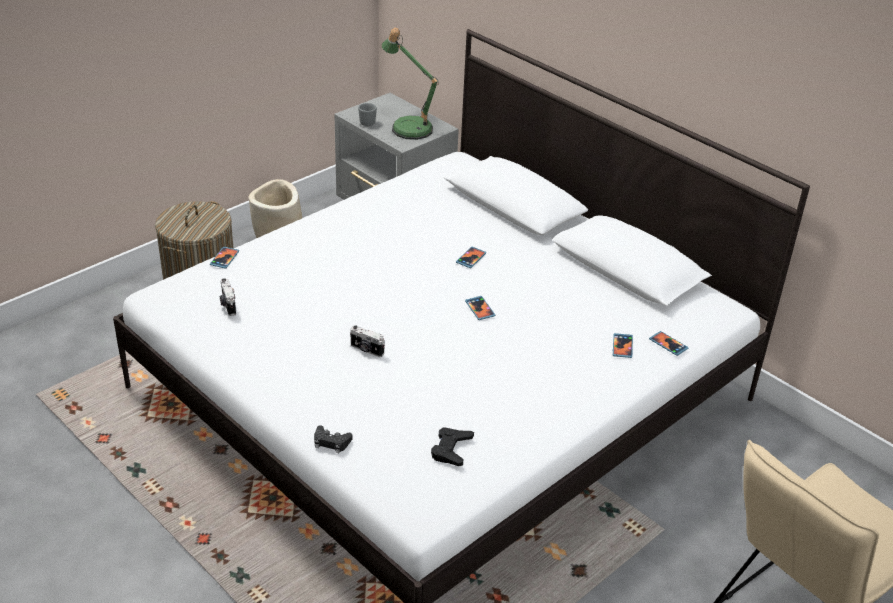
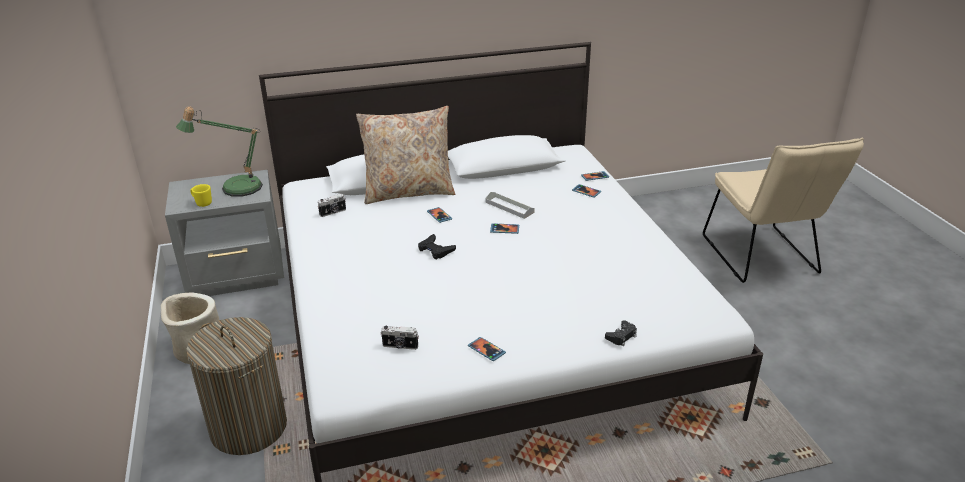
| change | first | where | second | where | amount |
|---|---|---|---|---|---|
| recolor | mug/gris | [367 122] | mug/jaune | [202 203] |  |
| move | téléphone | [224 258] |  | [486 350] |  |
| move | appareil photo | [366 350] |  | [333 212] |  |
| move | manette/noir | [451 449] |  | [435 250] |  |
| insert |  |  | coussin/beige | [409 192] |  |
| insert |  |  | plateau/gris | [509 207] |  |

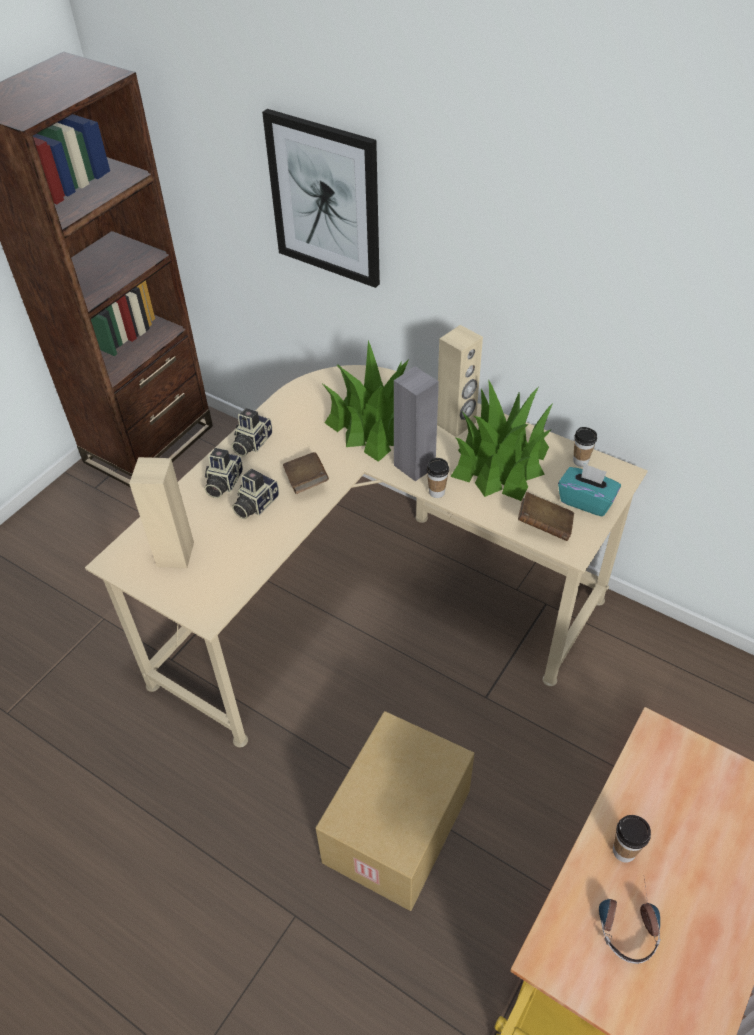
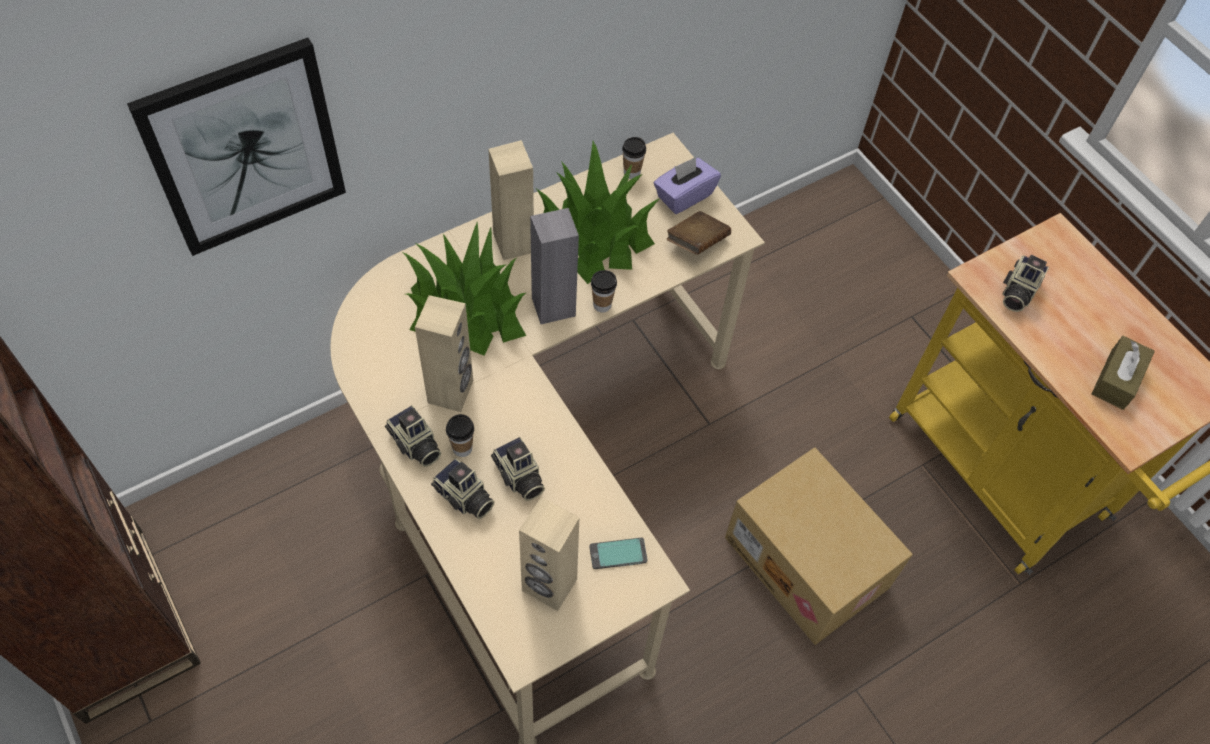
| change | first | where | second | where | amount |
|---|---|---|---|---|---|
| delete | livre/marron | [306 482] |  |  |  |
| recolor | boîte à mouchoirs/turquoise | [586 501] | boîte à mouchoirs/violet | [684 195] |  |
| move | tasse | [624 851] |  | [462 448] |  |
| replace | casque audio | [627 920] | boîte à mouchoirs/marron | [1117 379] |  |
| insert |  |  | appareil photo | [1017 292] |  |
| insert |  |  | enceinte/beige | [451 392] |  |
| insert |  |  | téléphone | [618 554] |  |

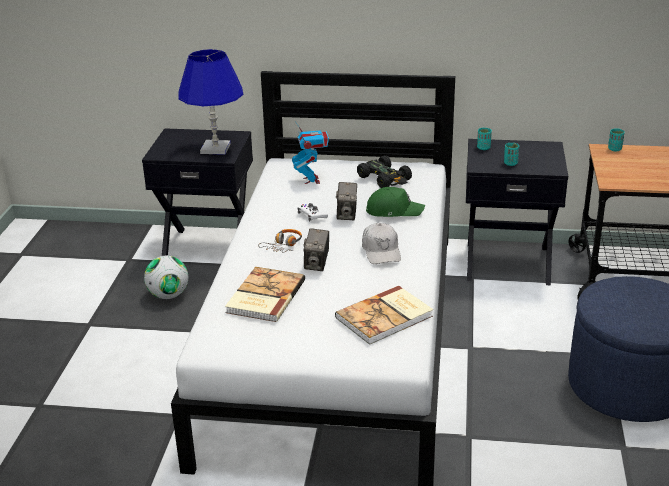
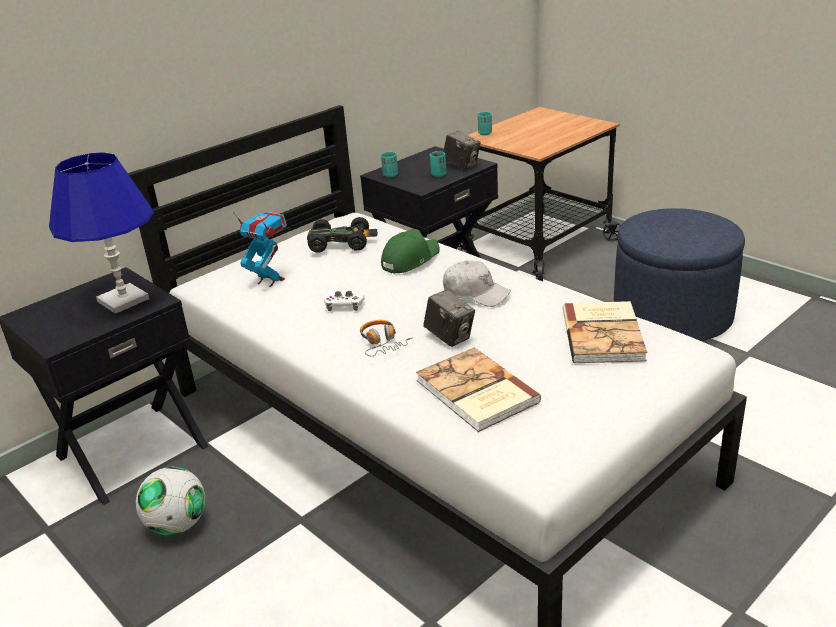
| change | first | where | second | where | amount |
|---|---|---|---|---|---|
| move | appareil photo | [347 215] |  | [462 165] |  |

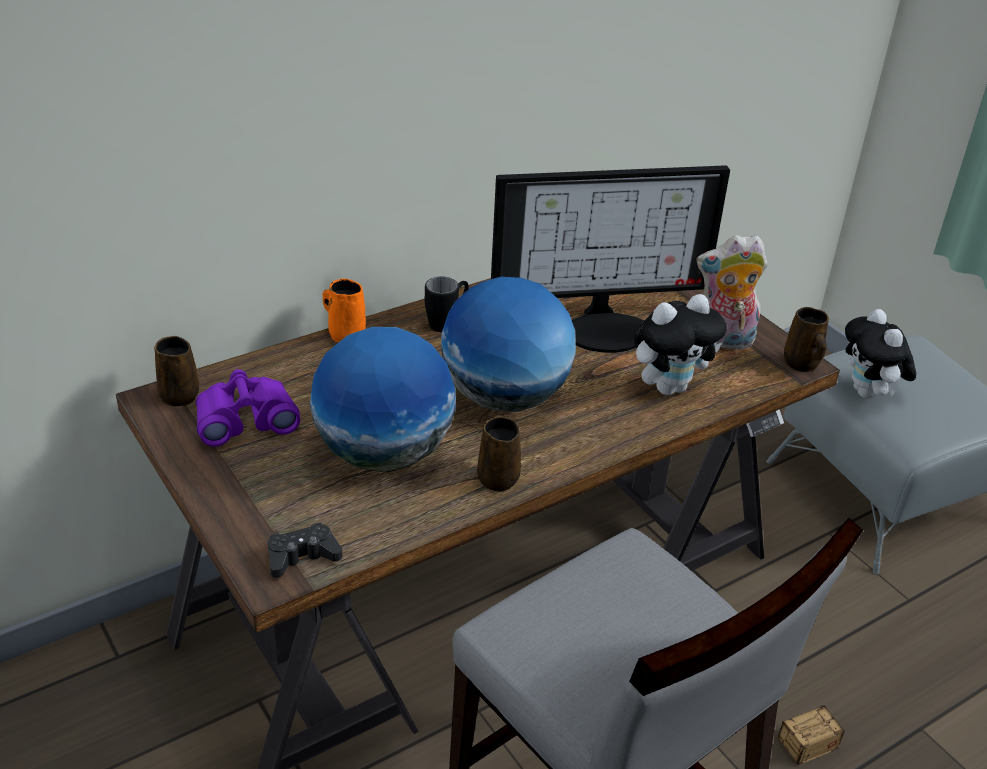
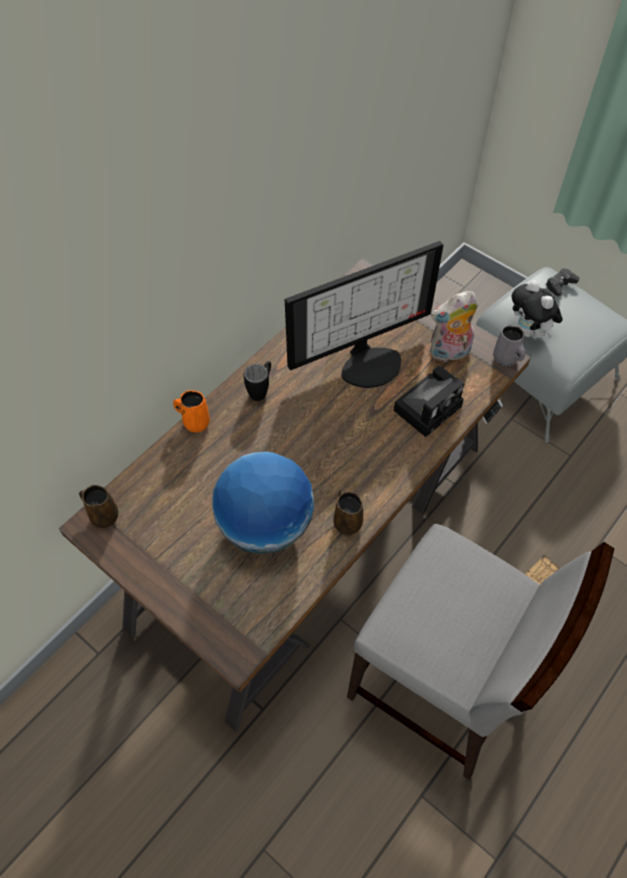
| change | first | where | second | where | amount |
|---|---|---|---|---|---|
| delete | globe | [504 398] |  |  |  |
| replace | peluche | [669 387] | appareil photo | [429 406] |  |
| recolor | mug/marron | [802 364] | mug/gris | [506 359] |  |
| delete | jumelles/violet | [245 419] |  |  |  |
| move | manette/noir | [302 556] |  | [560 285] |  |

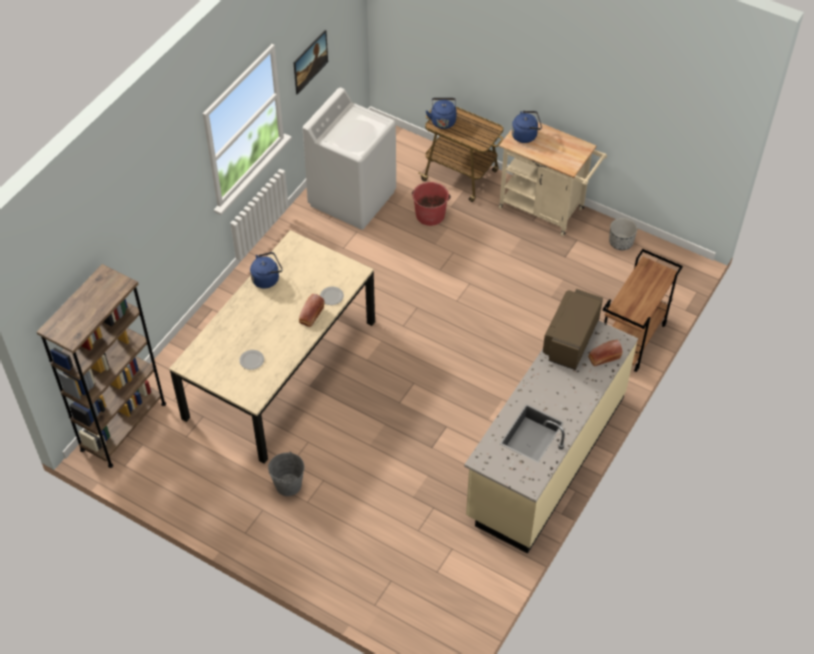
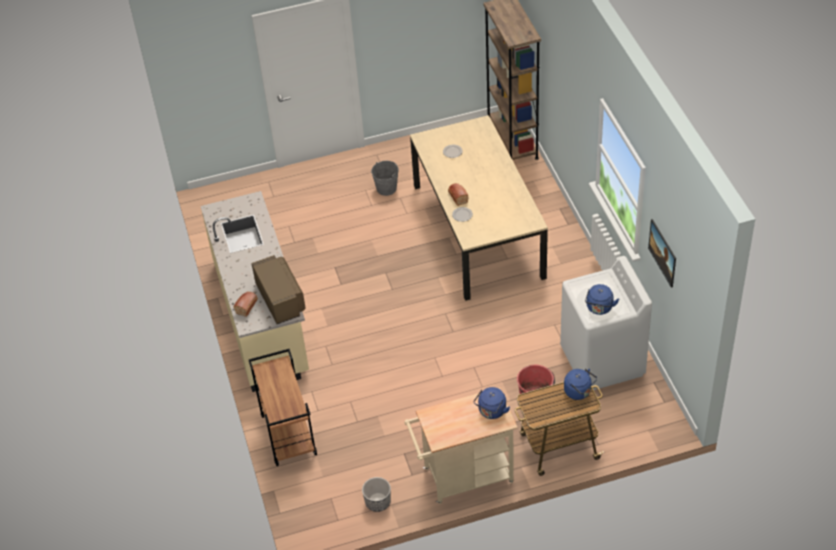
| change | first | where | second | where | amount |
|---|---|---|---|---|---|
| move | bouilloire/bleu | [267 279] |  | [599 308] |  |

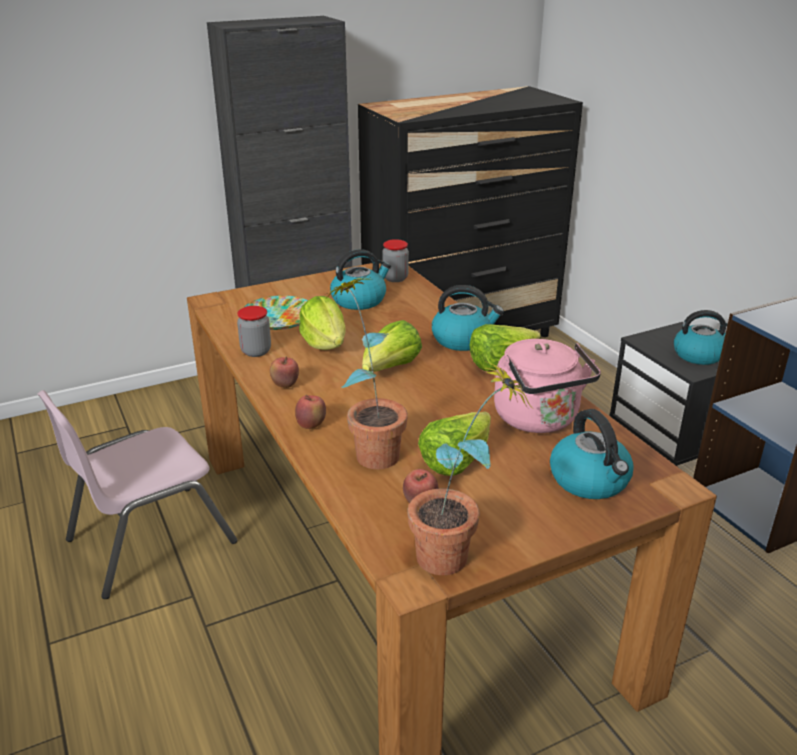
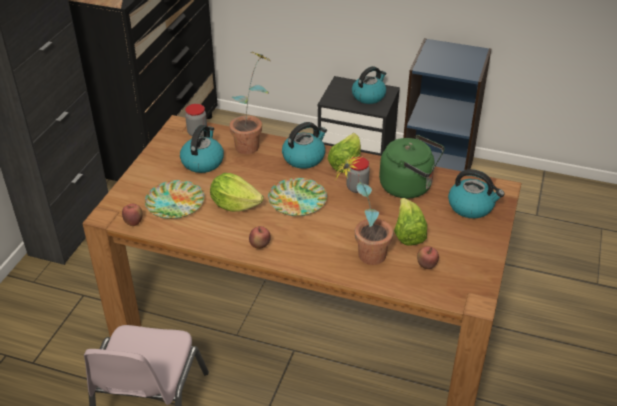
| change | first | where | second | where | amount |
|---|---|---|---|---|---|
| move | bocal | [256 351] |  | [357 188] |  |
| replace | laitue | [390 369] | assiette | [297 200] |  |
| recolor | bouilloire/rose | [539 420] | bouilloire/vert | [409 187] |  |
| move | plante en pot | [458 557] |  | [252 143] |  |
| move | pomme | [311 426] |  | [134 222] |  |

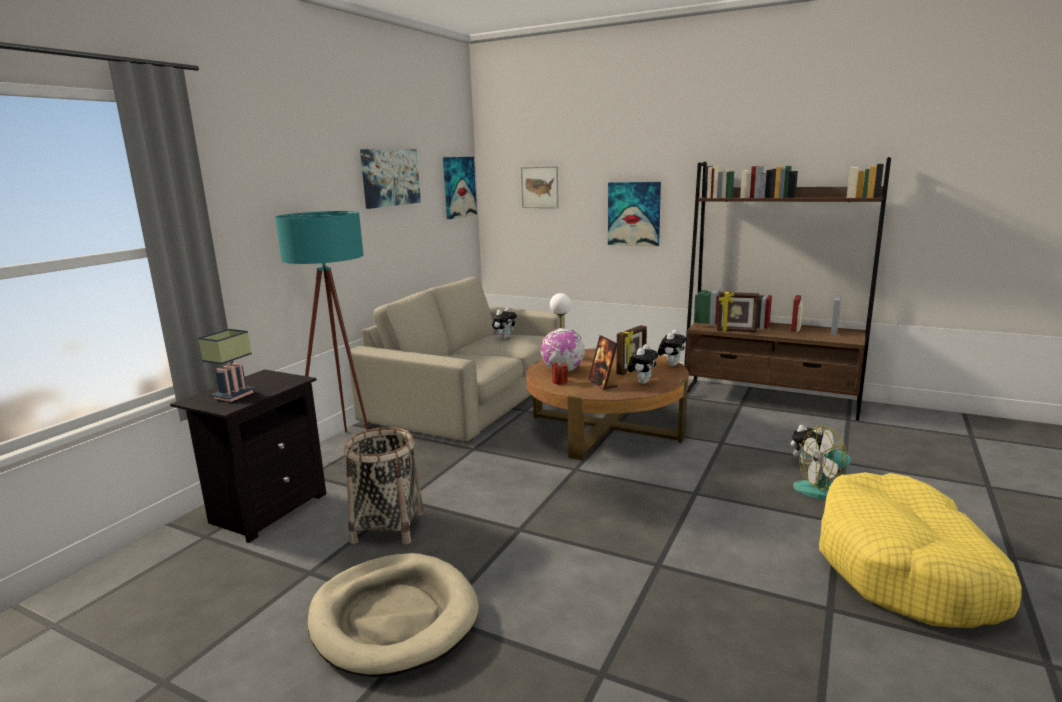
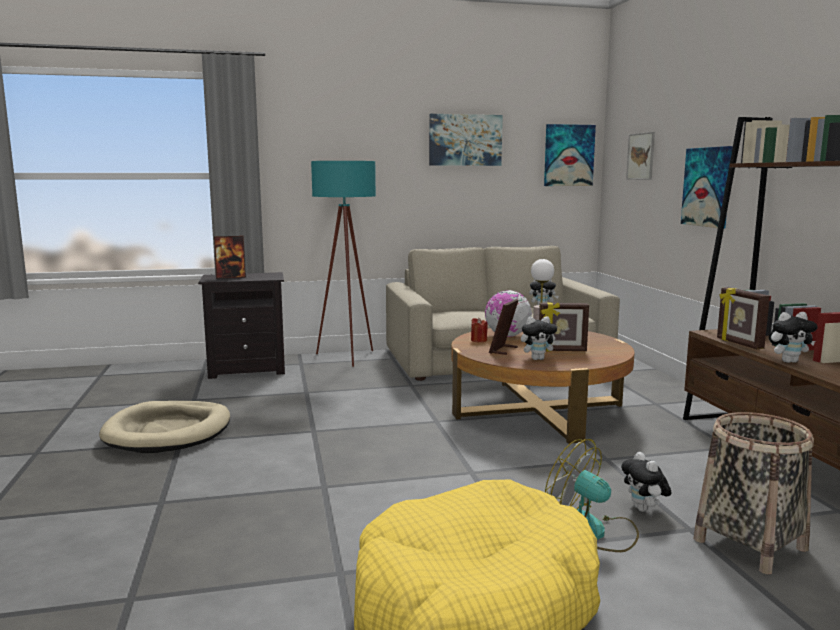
| change | first | where | second | where | amount |
|---|---|---|---|---|---|
| replace | lampe de table | [234 395] | cadre photo | [231 277] |  |
| move | peluche | [671 365] |  | [789 361] |  |
| move | panier | [388 527] |  | [750 544] |  |

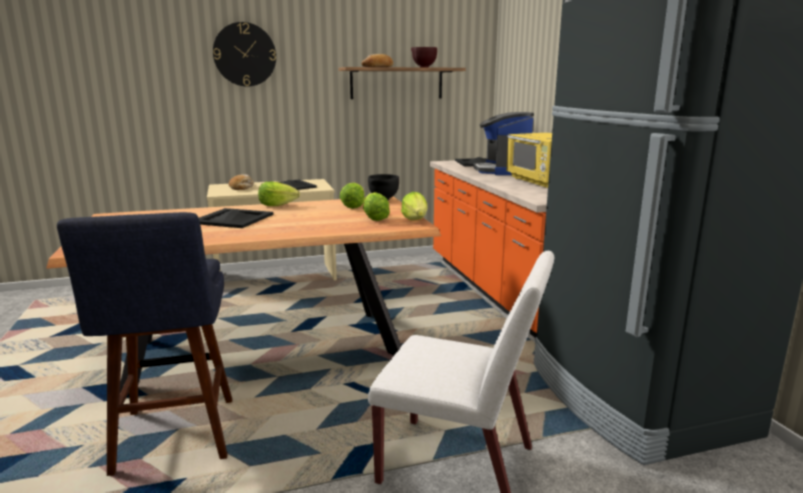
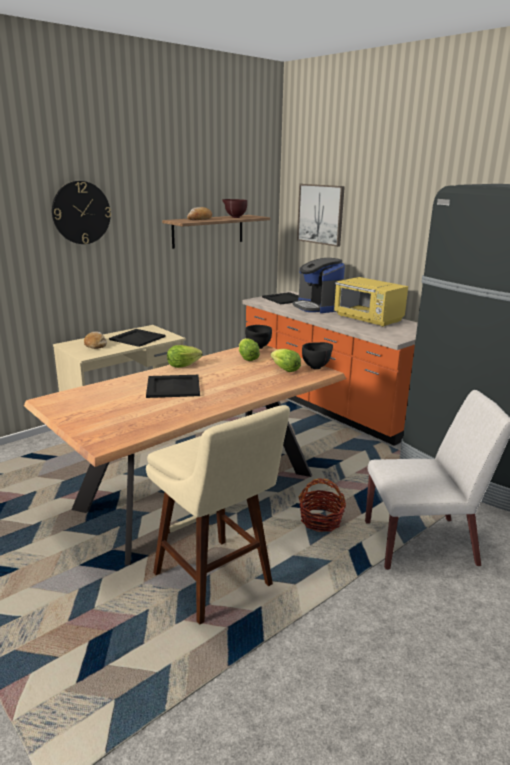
| change | first | where | second | where | amount |
|---|---|---|---|---|---|
| replace | laitue | [415 220] | bol/noir | [317 367] |  |
| recolor | tabouret/bleu | [174 441] | tabouret/beige | [216 584] |  |
| insert |  |  | tableau | [320 214] |  |
| insert |  |  | panier | [321 521] |  |

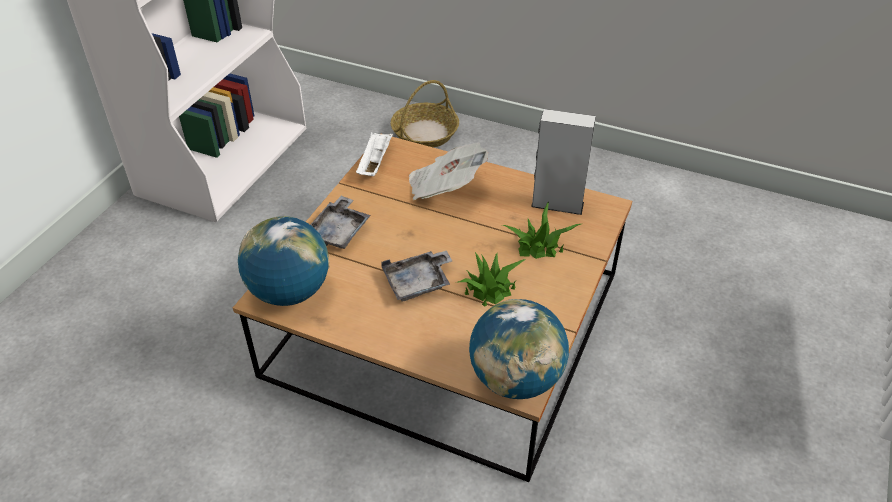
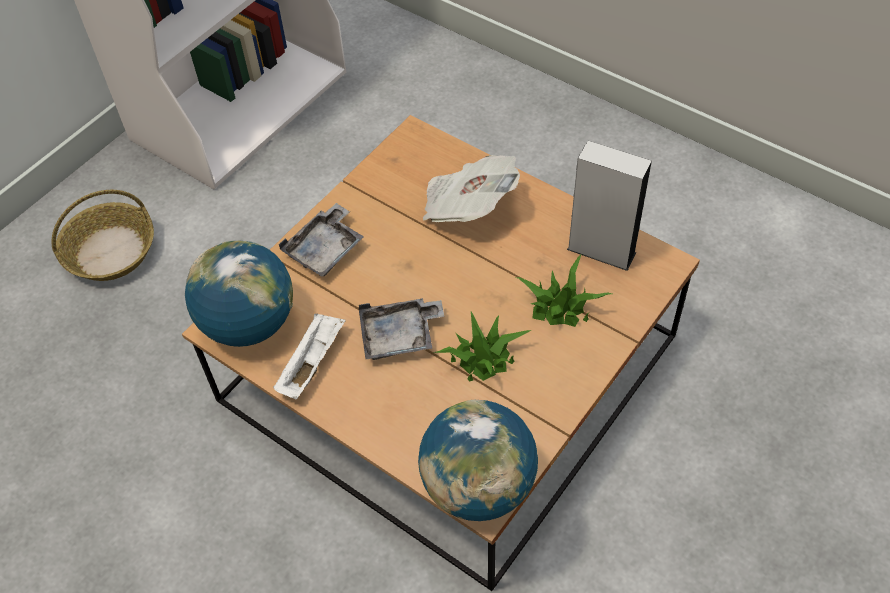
| change | first | where | second | where | amount |
|---|---|---|---|---|---|
| move | panier | [425 133] |  | [111 251] |  |
| move | plateau/blanc | [375 163] |  | [312 363] |  |

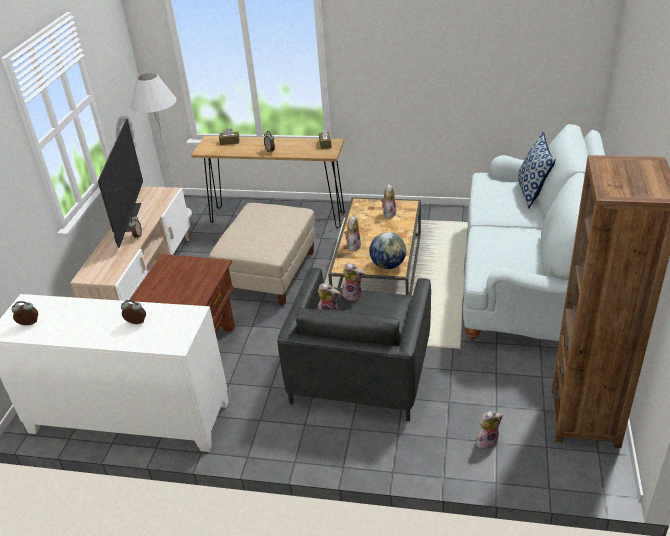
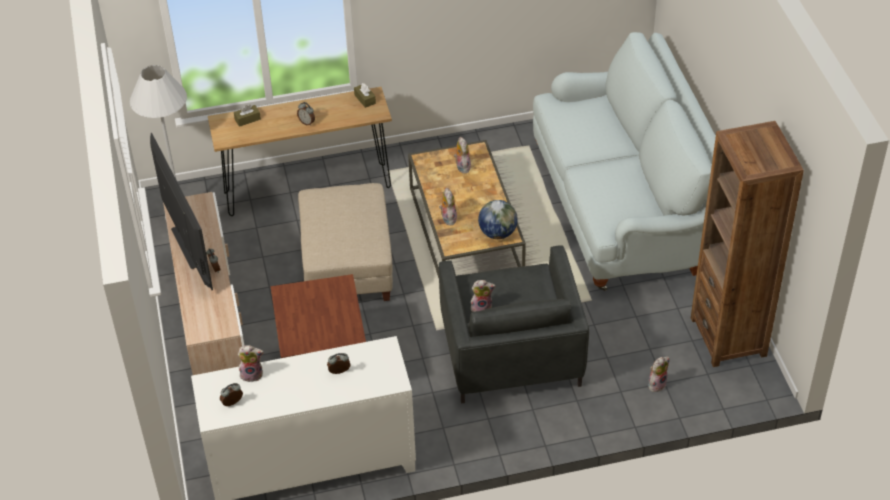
| change | first | where | second | where | amount |
|---|---|---|---|---|---|
| delete | coussin | [533 193] |  |  |  |
| move | peluche | [353 295] |  | [252 374] |  |

